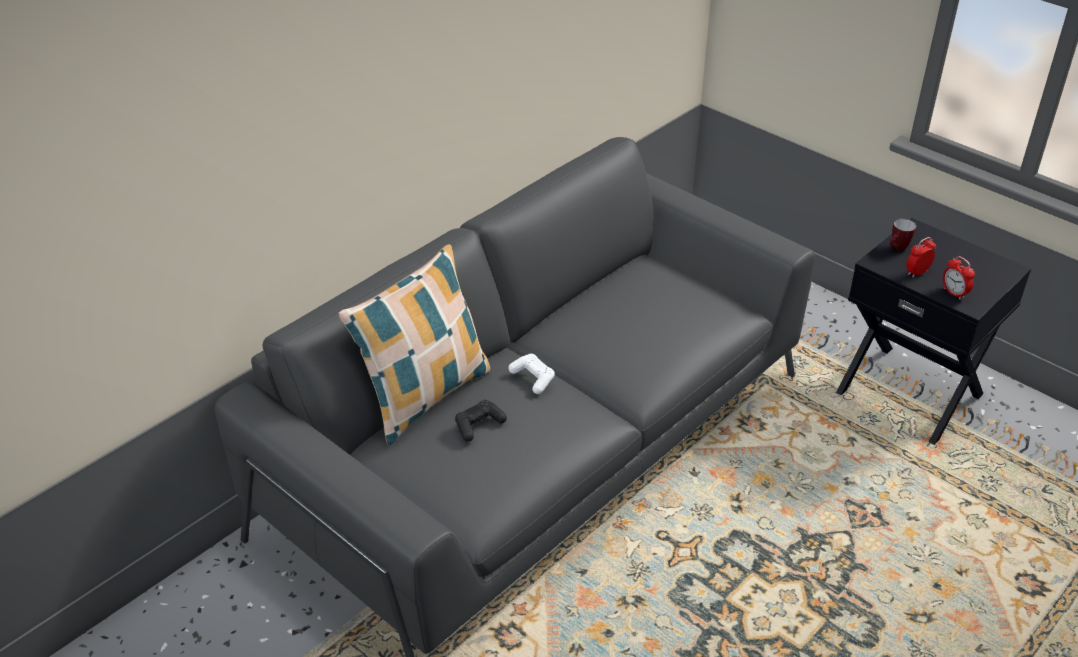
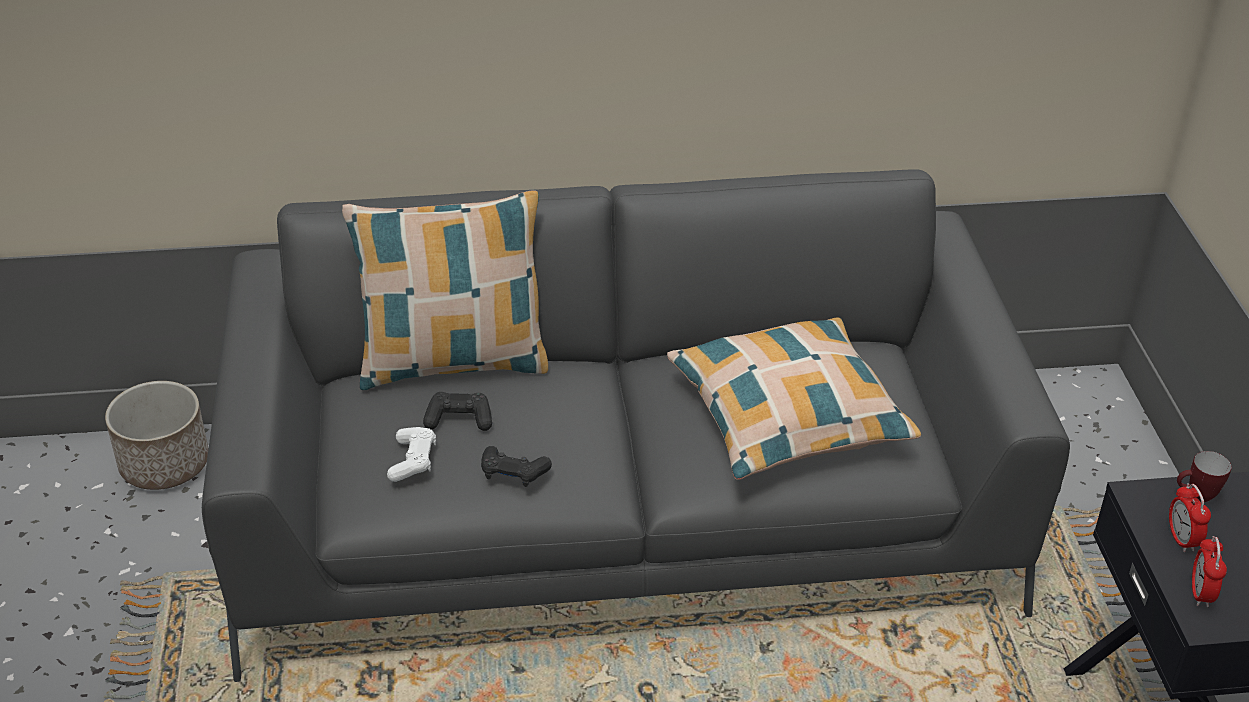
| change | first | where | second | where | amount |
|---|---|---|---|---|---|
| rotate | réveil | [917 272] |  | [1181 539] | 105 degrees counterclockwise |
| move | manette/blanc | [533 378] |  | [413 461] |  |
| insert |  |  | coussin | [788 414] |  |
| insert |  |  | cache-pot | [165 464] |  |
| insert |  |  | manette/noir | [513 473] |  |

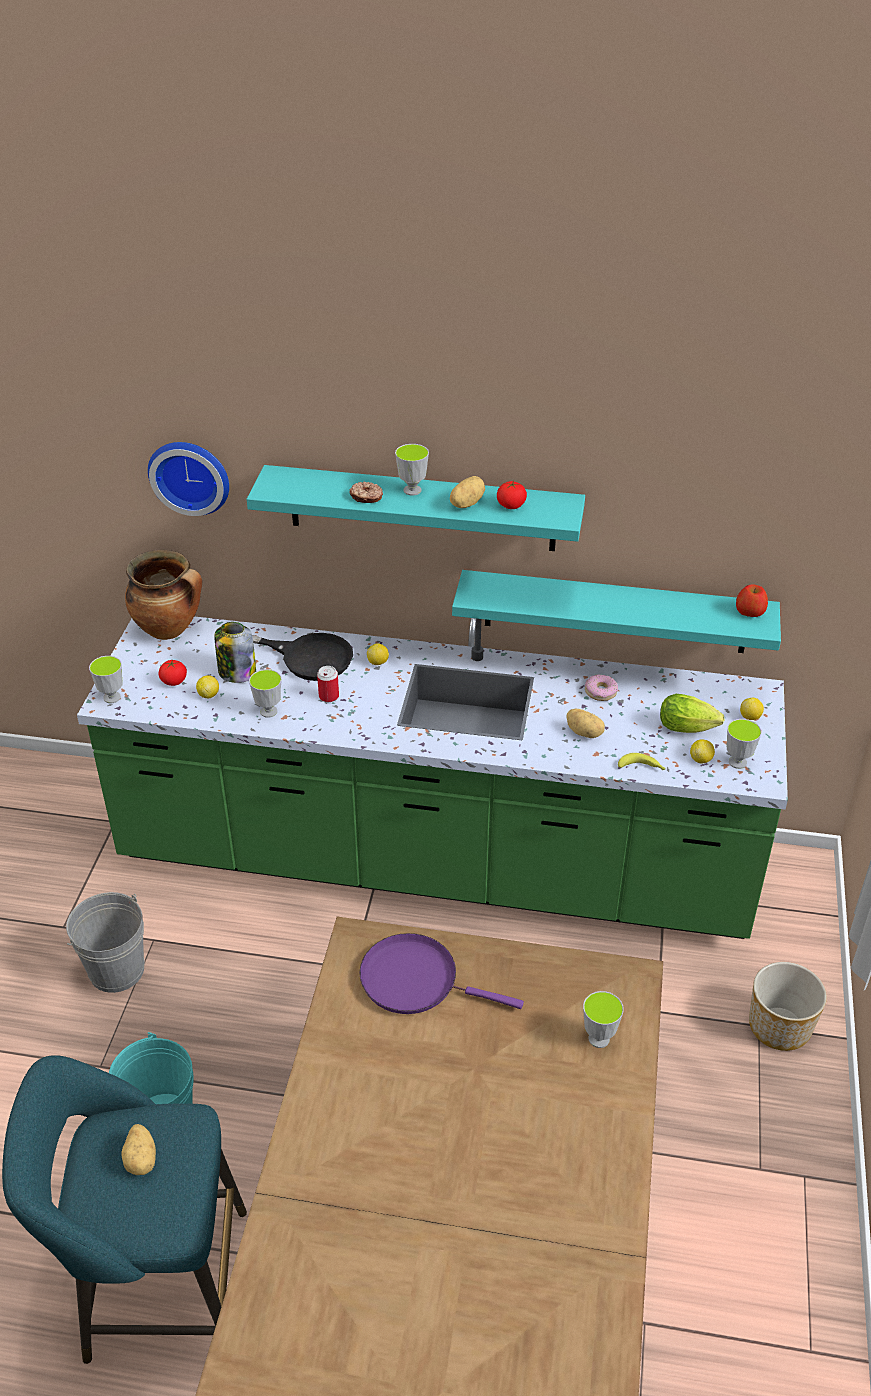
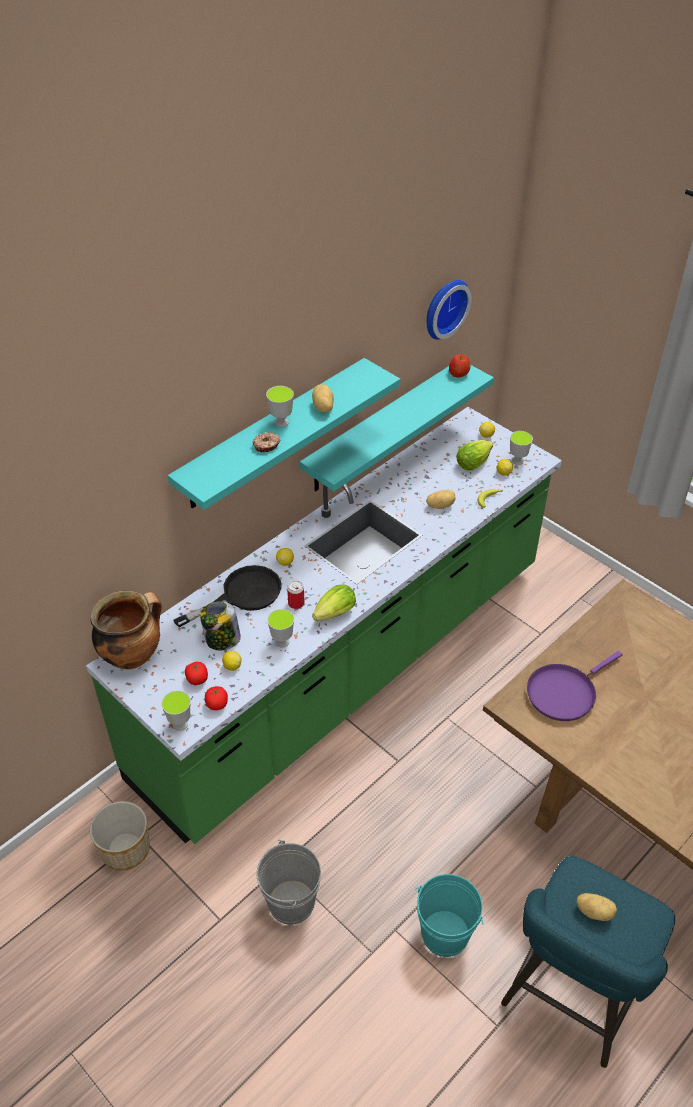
| change | first | where | second | where | amount |
|---|---|---|---|---|---|
| move | horloge murale | [191 475] |  | [443 307] |  |
| move | tomate | [511 505] |  | [217 704] |  |
| delete | beignet | [600 692] |  |  |  |
| move | cache-pot | [779 1026] |  | [125 849] |  |
| delete | tasse | [599 1039] |  |  |  |
| insert |  |  | laitue | [333 615] |  |

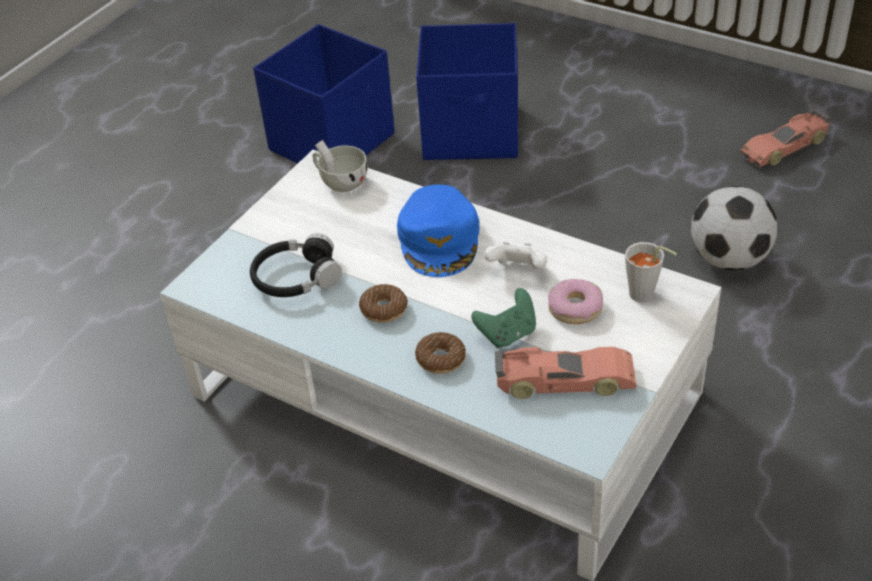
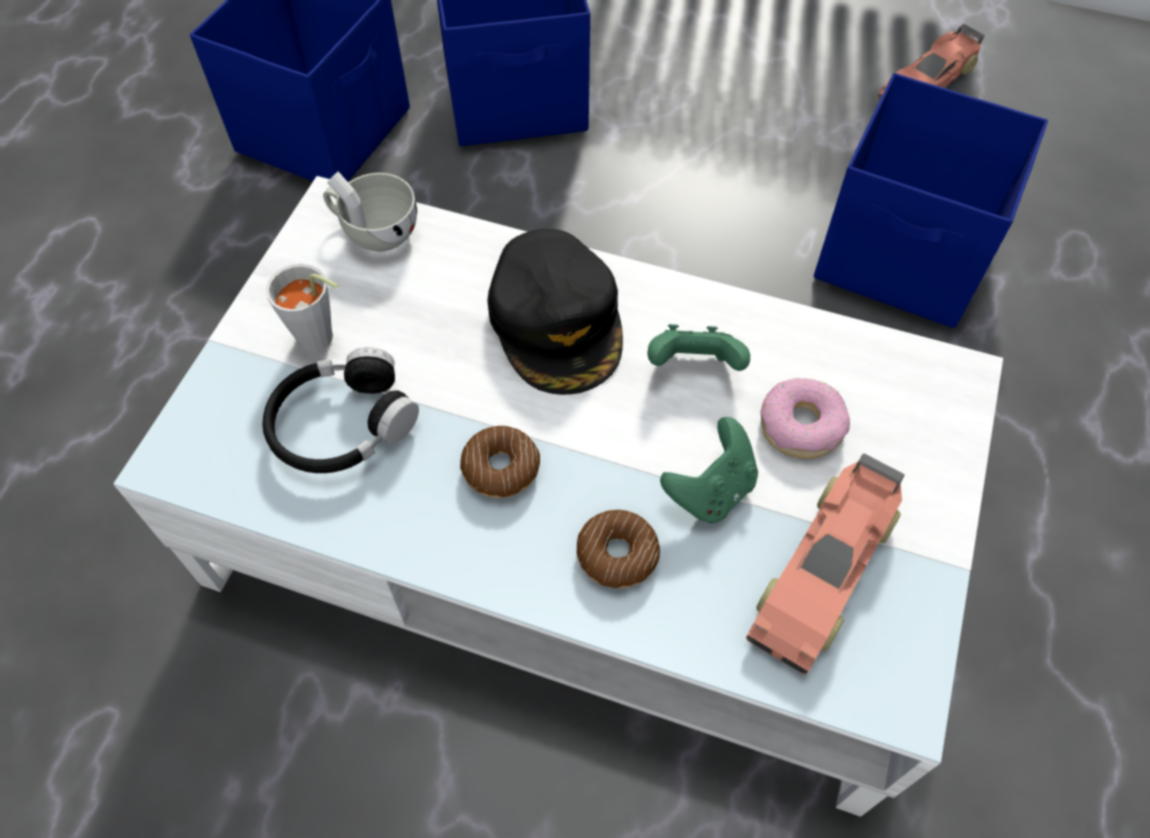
| change | first | where | second | where | amount |
|---|---|---|---|---|---|
| recolor | casquette/bleu | [440 239] | casquette/noir | [558 321] |  |
| replace | ballon de foot | [729 259] | boîte de rangement/bleu | [904 258] |  |
| recolor | manette/blanc | [518 271] | manette/vert | [694 366] |  |
| move | tasse/gris | [646 297] |  | [321 341] |  |
| rotate | petite voiture | [564 381] |  | [824 570] | 135 degrees clockwise |

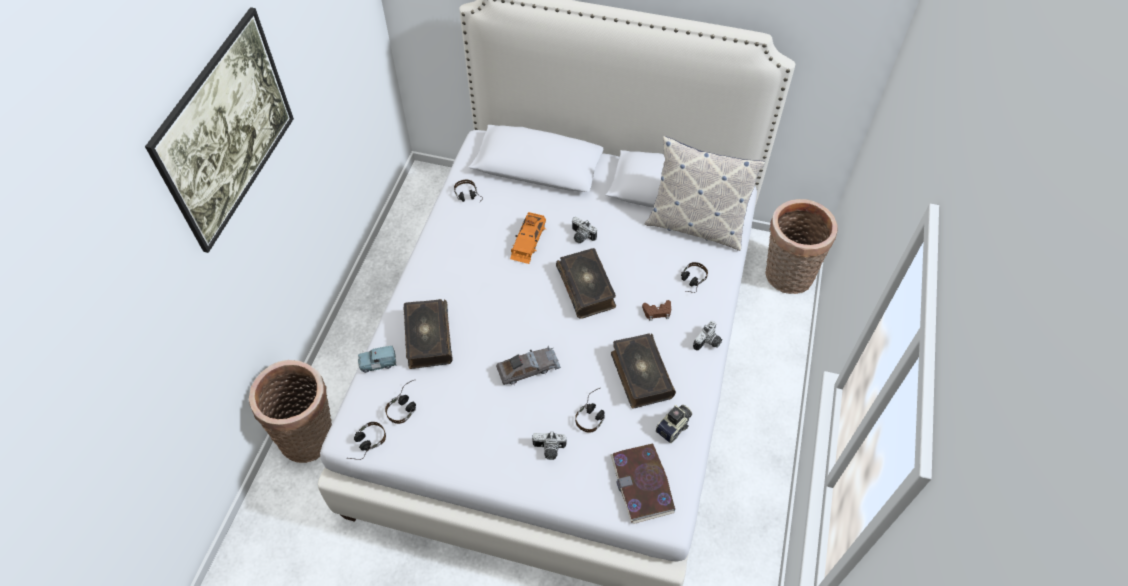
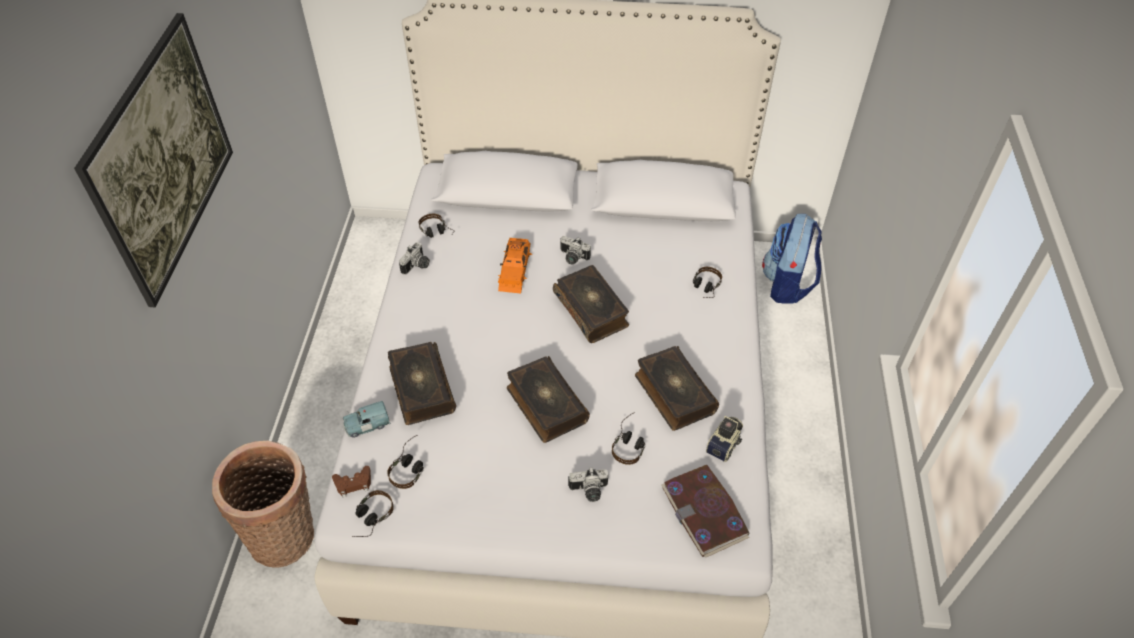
| change | first | where | second | where | amount |
|---|---|---|---|---|---|
| delete | coussin | [696 226] |  |  |  |
| replace | panier | [786 277] | sac à dos | [787 284] |  |
| move | manette/marron | [657 312] |  | [353 483] |  |
| move | appareil photo | [708 343] |  | [417 266] |  |
| replace | petite voiture/gris | [528 368] | livre | [545 405] |  |

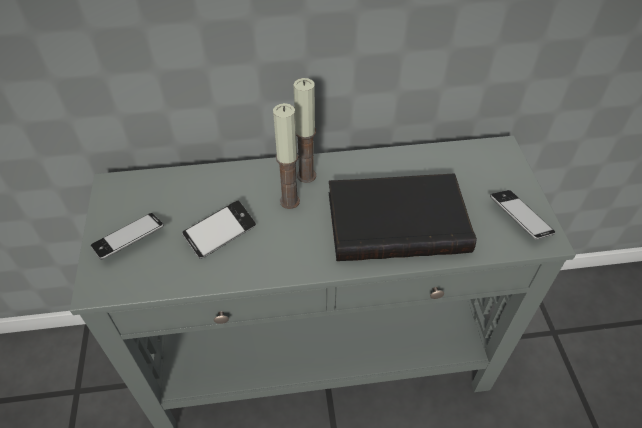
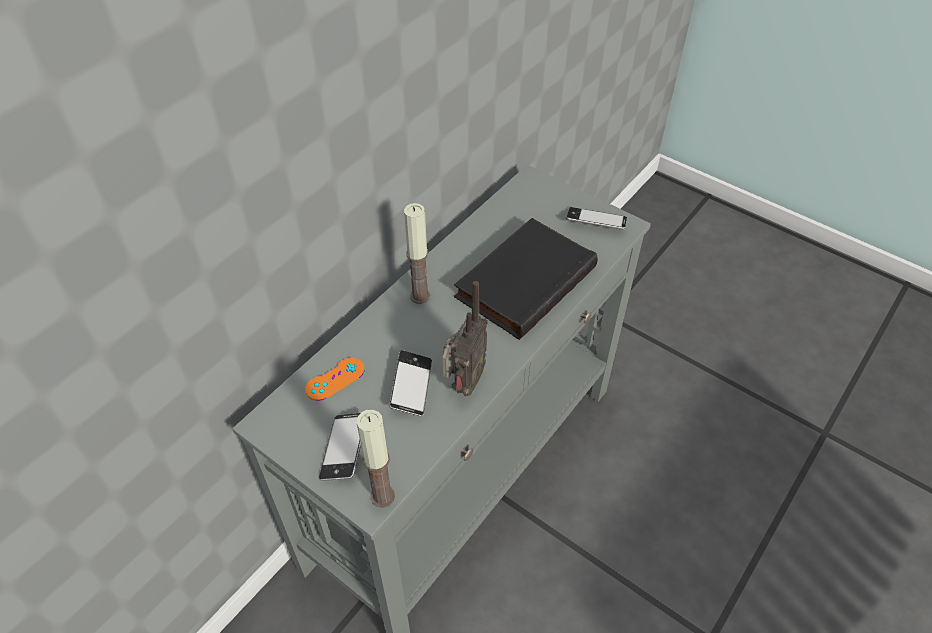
| change | first | where | second | where | amount |
|---|---|---|---|---|---|
| move | bougie | [289 201] |  | [382 496] |  |
| insert |  |  | radio | [463 384] |  |
| insert |  |  | manette/orange | [335 379] |  |

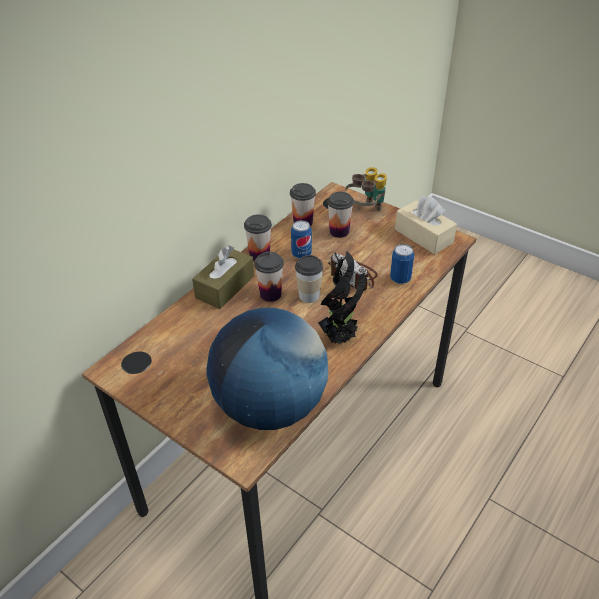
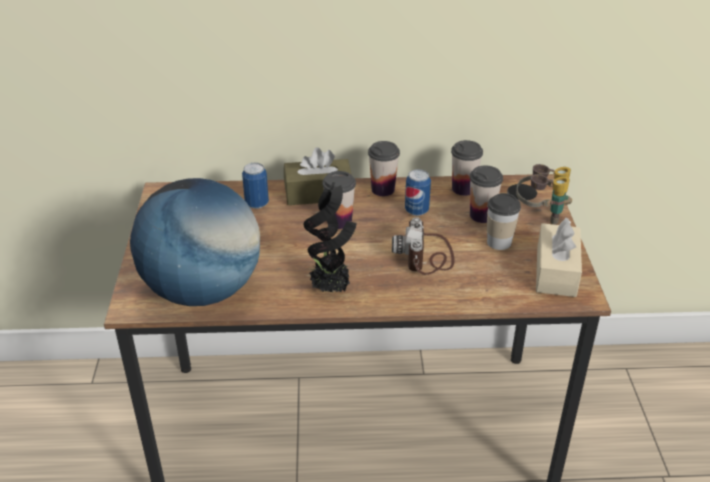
| change | first | where | second | where | amount |
|---|---|---|---|---|---|
| move | boîte métallique | [400 279] |  | [257 204] |  |
| move | tasse | [309 295] |  | [499 242] |  |

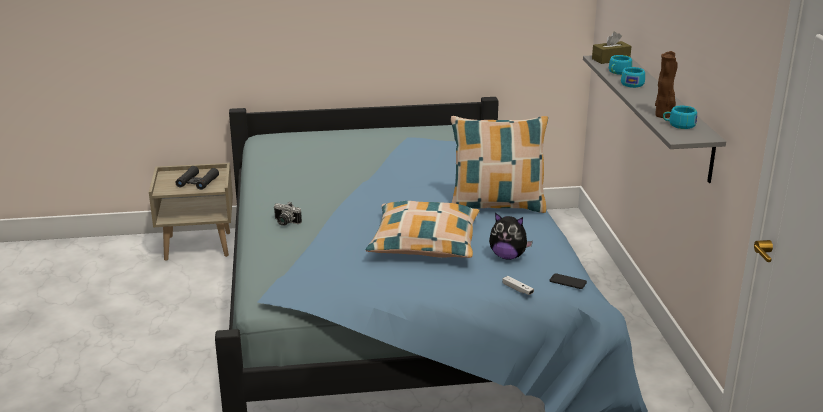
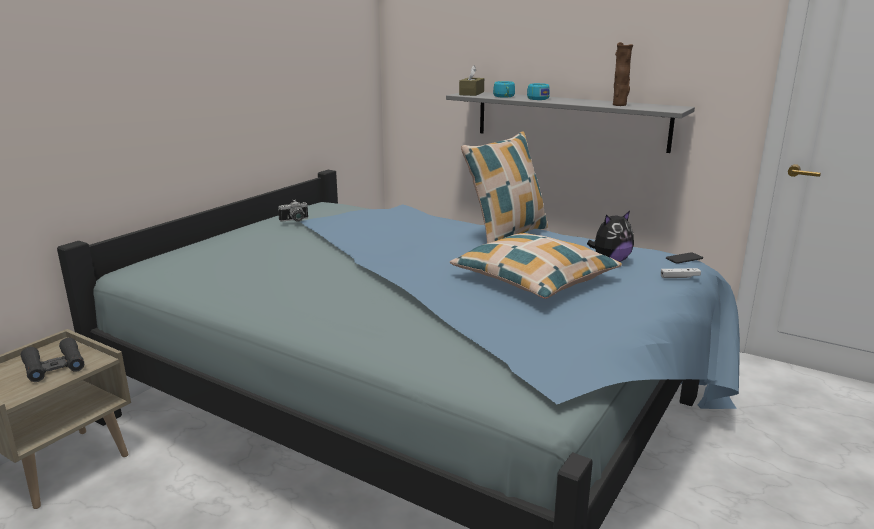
| change | first | where | second | where | amount |
|---|---|---|---|---|---|
| delete | tasse/turquoise | [678 125] |  |  |  |
| move | appareil photo | [285 223] |  | [295 220] |  |

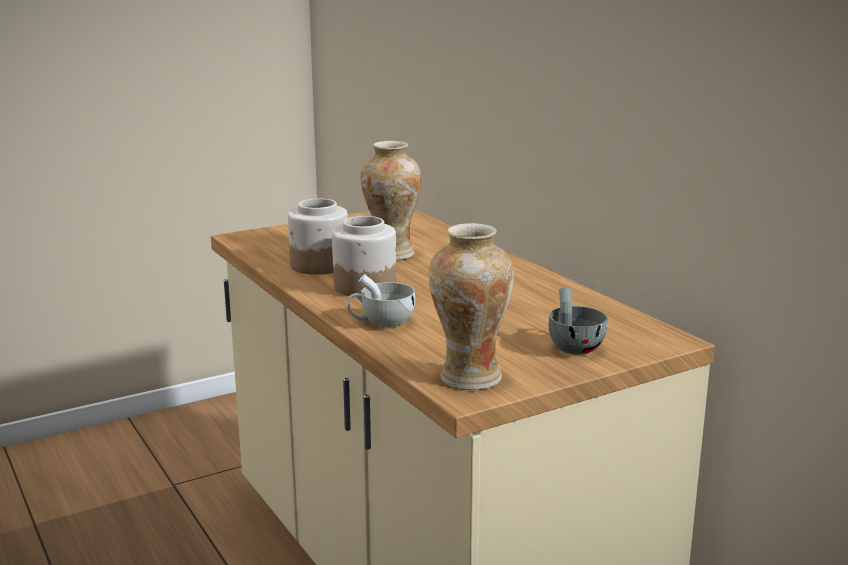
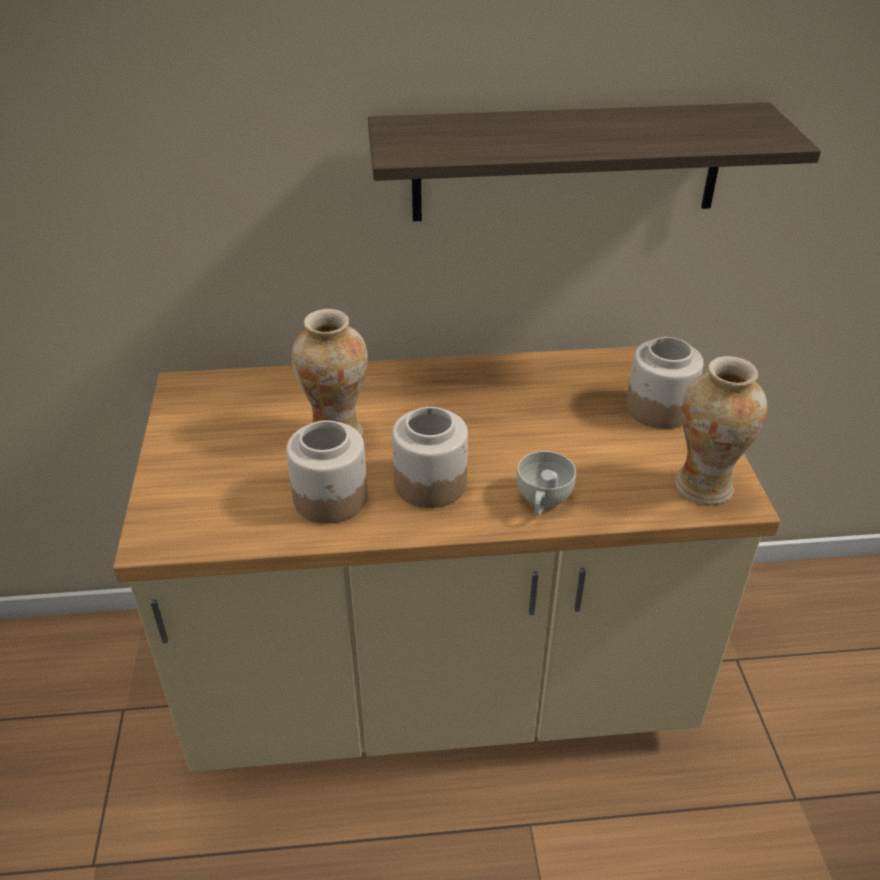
| change | first | where | second | where | amount |
|---|---|---|---|---|---|
| replace | tasse/gris | [573 346] | bocal | [658 408] |  |
| insert |  |  | étagère | [567 163] |  |

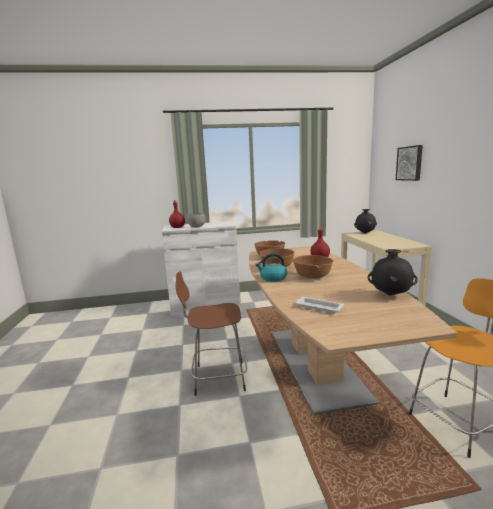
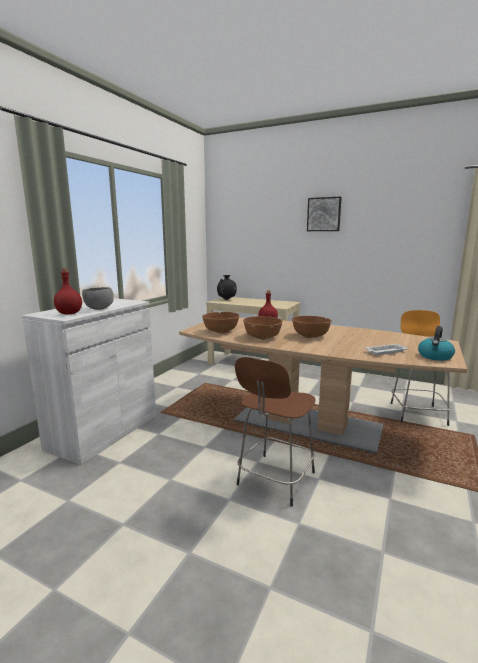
| change | first | where | second | where | amount |
|---|---|---|---|---|---|
| move | tableau | [410 163] |  | [324 214] |  |
| delete | vase/noir | [390 295] |  |  |  |
| move | bouilloire | [273 278] |  | [435 356] |  |

